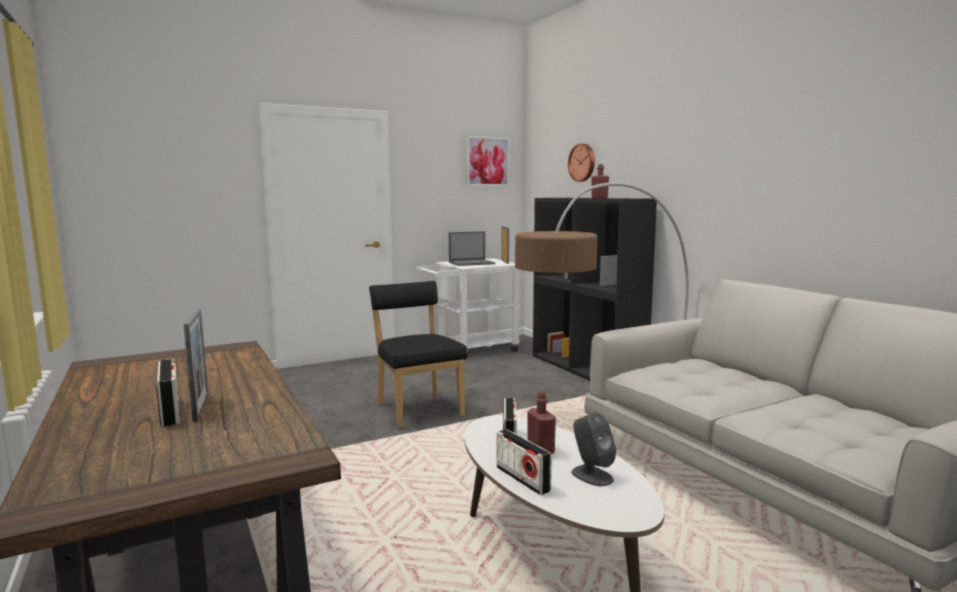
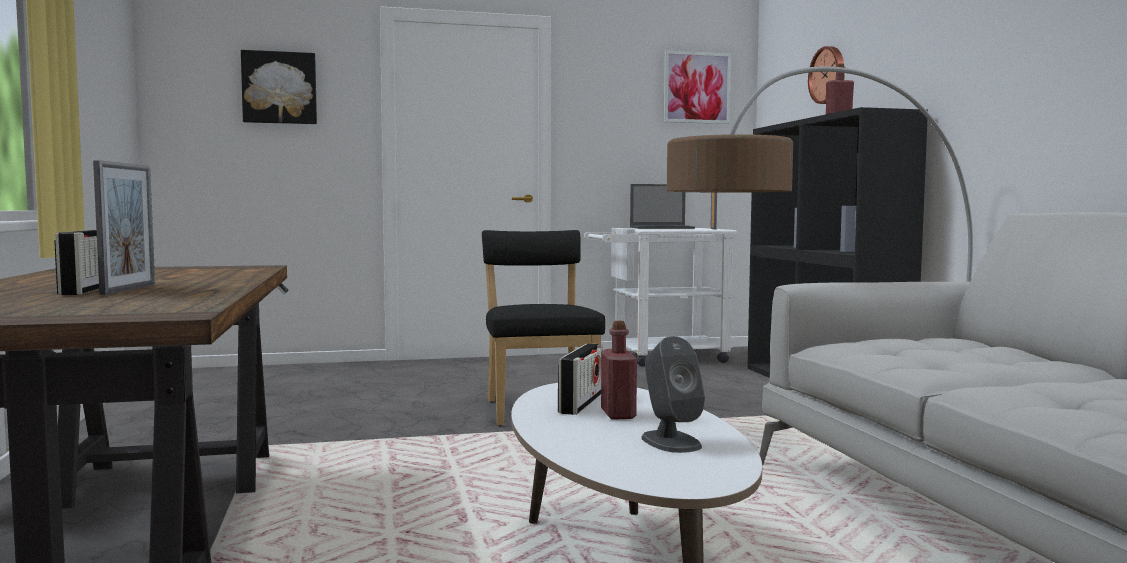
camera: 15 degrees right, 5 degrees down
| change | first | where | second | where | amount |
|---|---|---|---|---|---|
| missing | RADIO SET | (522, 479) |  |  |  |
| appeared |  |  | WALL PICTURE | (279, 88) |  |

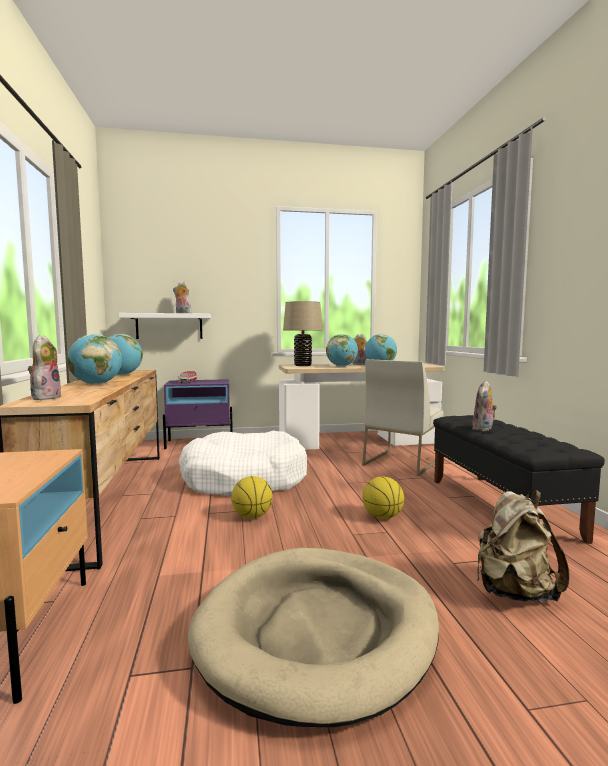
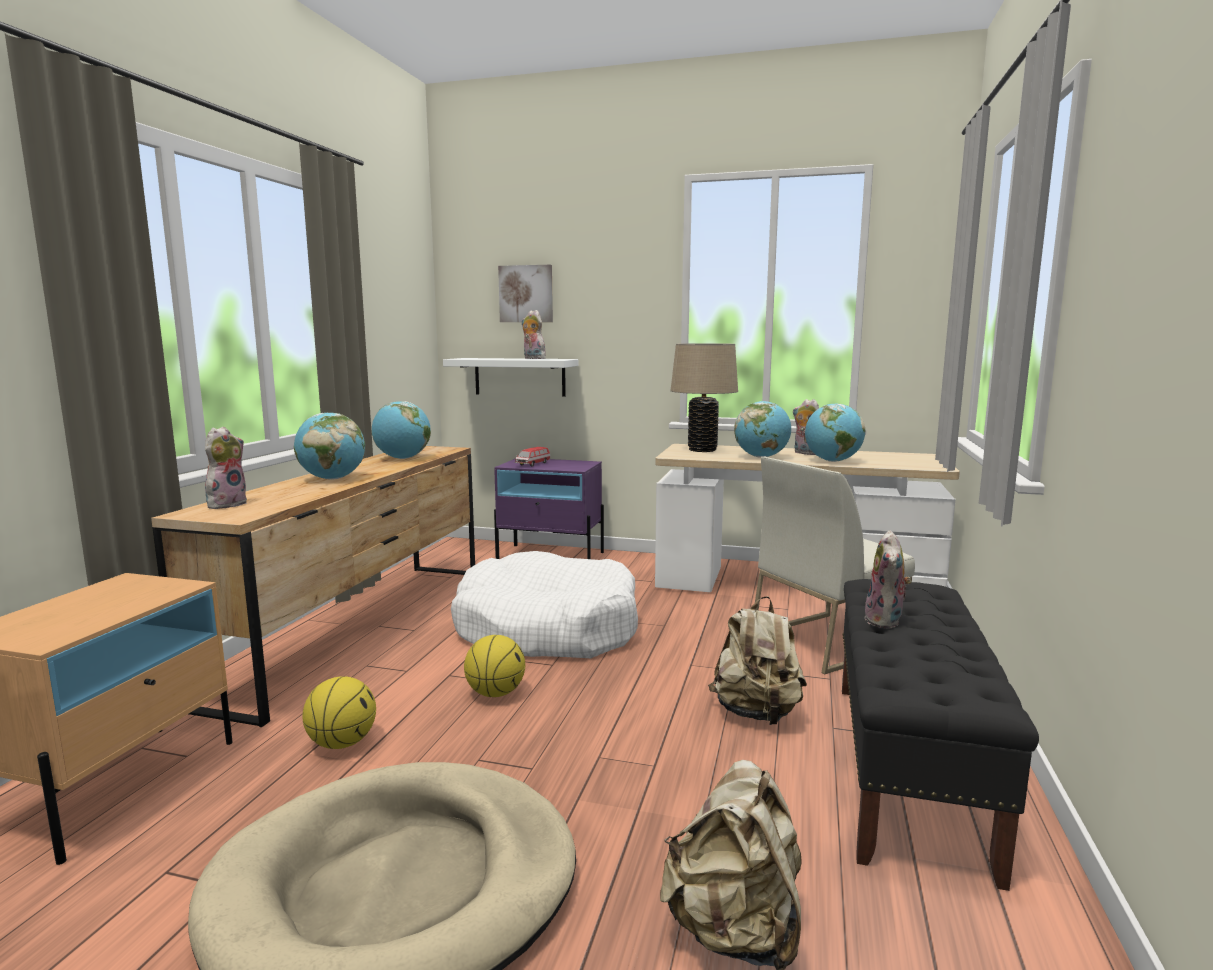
camera: 25 degrees right, 5 degrees up
| change | first | where | second | where | amount |
|---|---|---|---|---|---|
| relocated | BALL FOR BASKETBALL | (382, 517) |  | (342, 743) |  |
| spun | PLUSH TOY | (483, 429) |  | (886, 621) | 45 degrees counterclockwise |
| appeared |  |  | WALL PICTURE | (526, 294) |  |
| appeared |  |  | BEIGE-COLOURED RUCKSACK | (757, 713) |  |

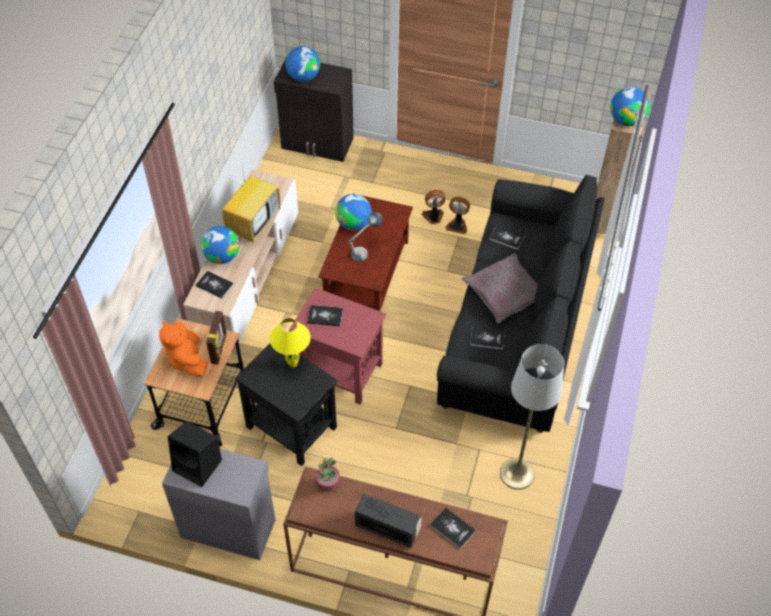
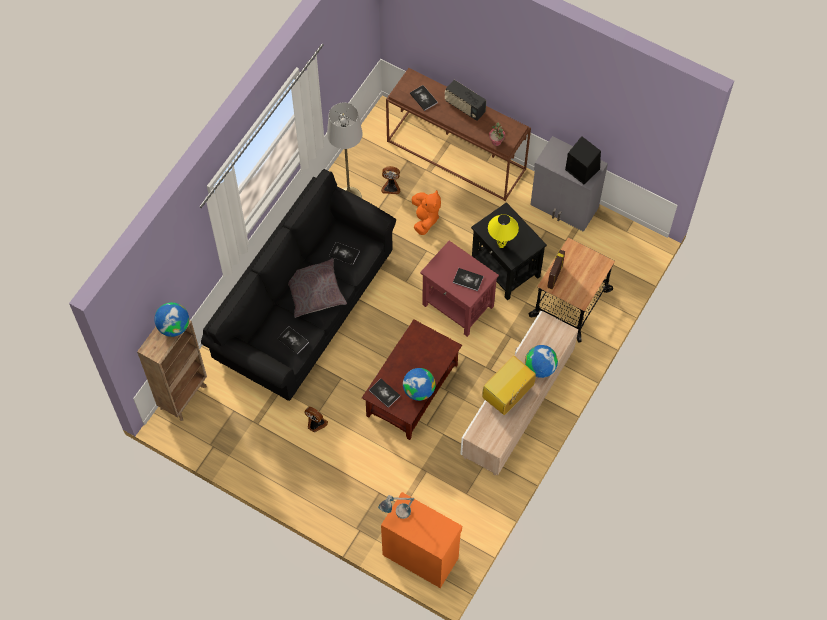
camera: 165 degrees left, 10 degrees up
| change | first | where | second | where | amount |
|---|---|---|---|---|---|
| relocated | ORANGE-COLOURED PLUSH TOY | (187, 359) |  | (425, 219) |  |
| relocated | BOOK | (214, 285) |  | (384, 393) |  |
| colour | BLACKISH CUPBOARD | (317, 144) | ORANGE-COLOURED CUPBOARD | (420, 555) |  |
| missing | DESK GLOBE | (303, 77) |  |  |  |
| relocated | LAMP FOR A TABLE | (365, 251) |  | (397, 514) |  |
| relocated | FAN | (433, 217) |  | (391, 186) |  |

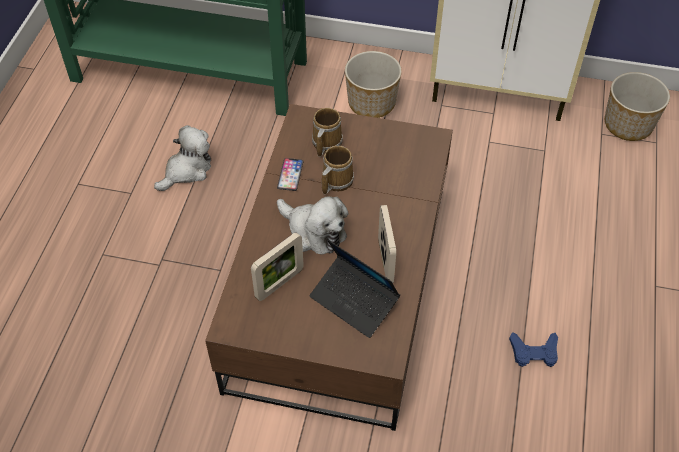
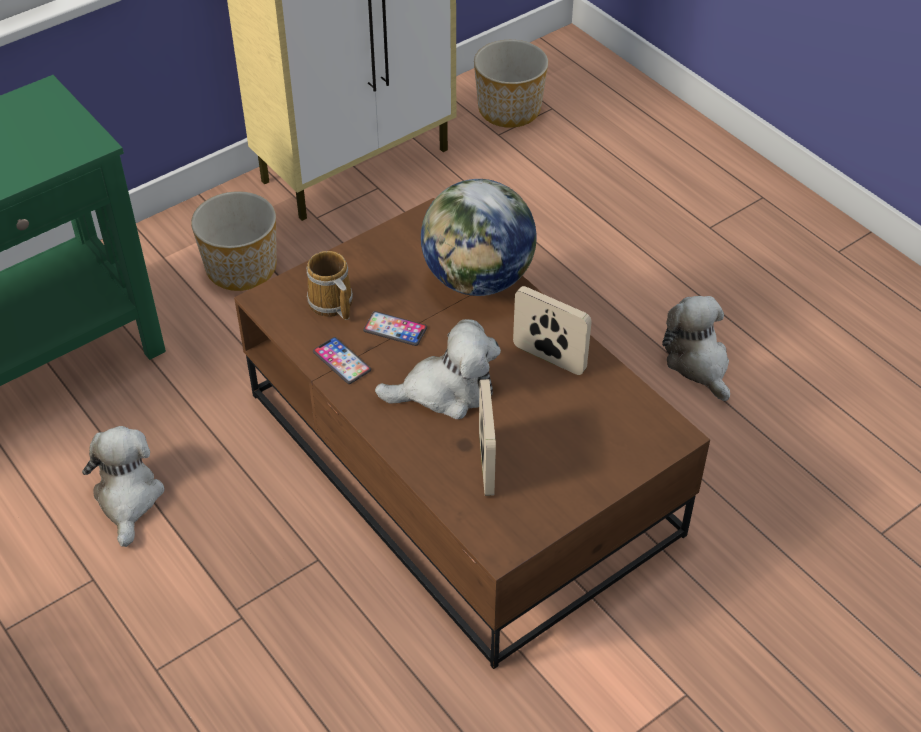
camera: 50 degrees left, 5 degrees down
| change | first | where | second | where | amount |
|---|---|---|---|---|---|
| missing | LAPTOP | (354, 301) |  |  |  |
| exchanged | TEA MUG | (335, 181) | TELEPHONE | (395, 329) |  |
| exchanged | BLUE-COLOURED JOYPAD | (534, 352) | PLUSH TOY | (698, 363) |  |
| appeared |  |  | DESK GLOBE | (478, 280) |  |

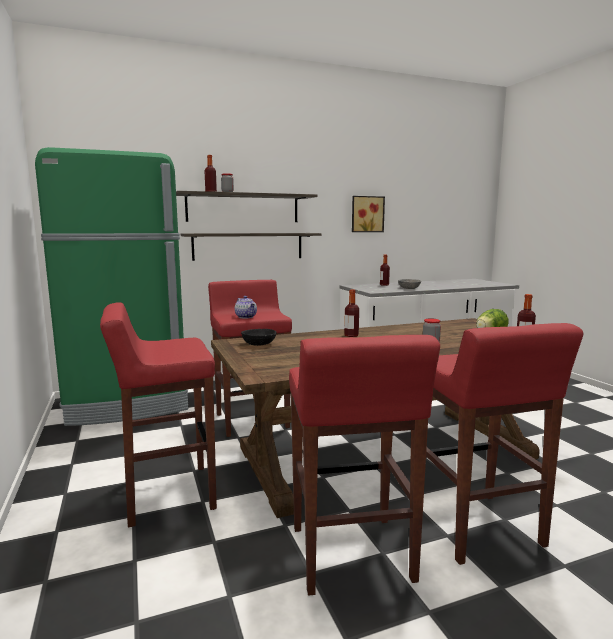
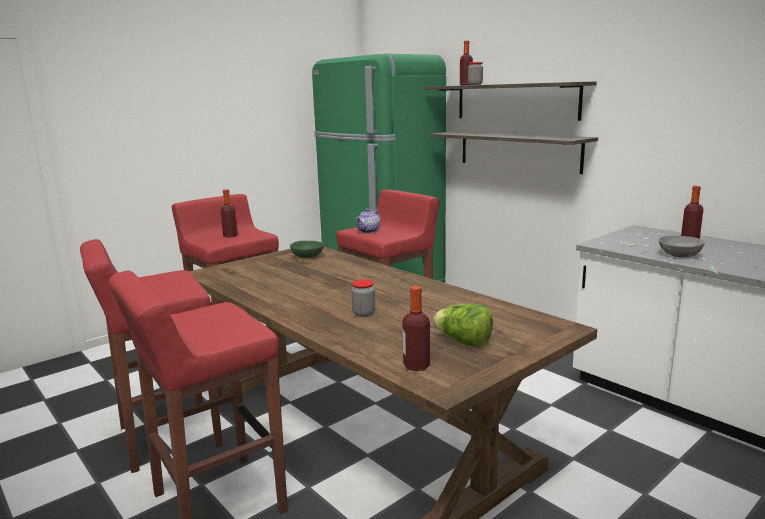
camera: 70 degrees right, 5 degrees up
| change | first | where | second | where | amount |
|---|---|---|---|---|---|
| colour | BLACKISH DEEP DISH | (259, 344) | GREEN-COLOURED DEEP DISH | (307, 256) |  |
| relocated | BEVERAGE BOTTLE | (351, 335) |  | (230, 236) |  |
| missing | WALL PICTURE | (367, 214) |  |  |  |

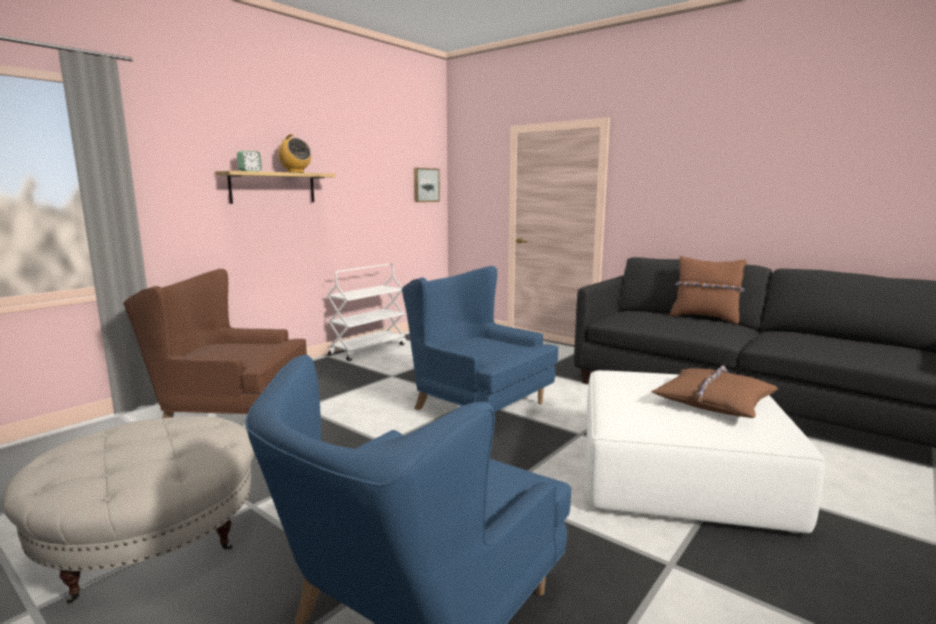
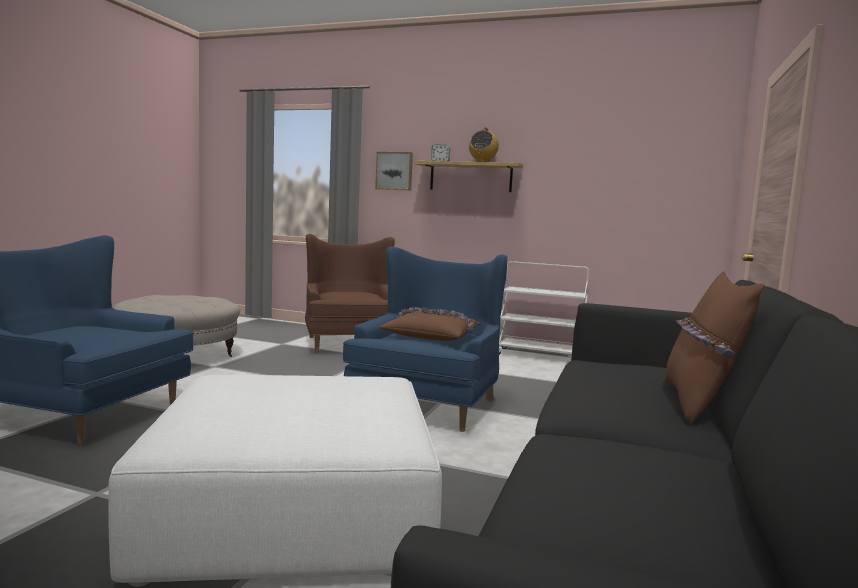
camera: 70 degrees right, 5 degrees down
| change | first | where | second | where | amount |
|---|---|---|---|---|---|
| relocated | WALL PICTURE | (425, 185) |  | (394, 171) |  |
| relocated | BROWN THROW PILLOW | (713, 402) |  | (432, 335) |  |

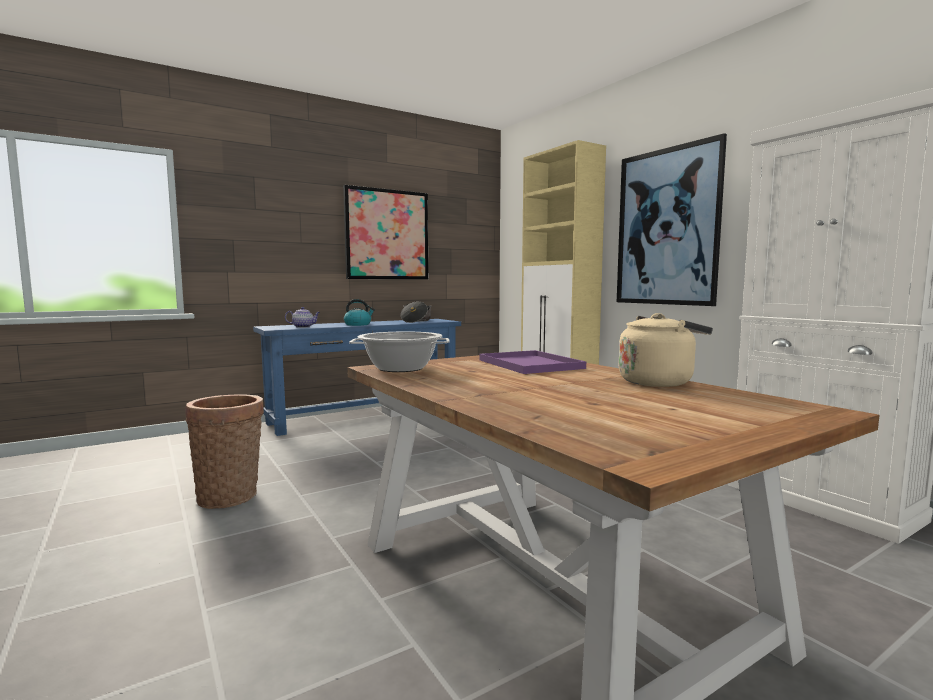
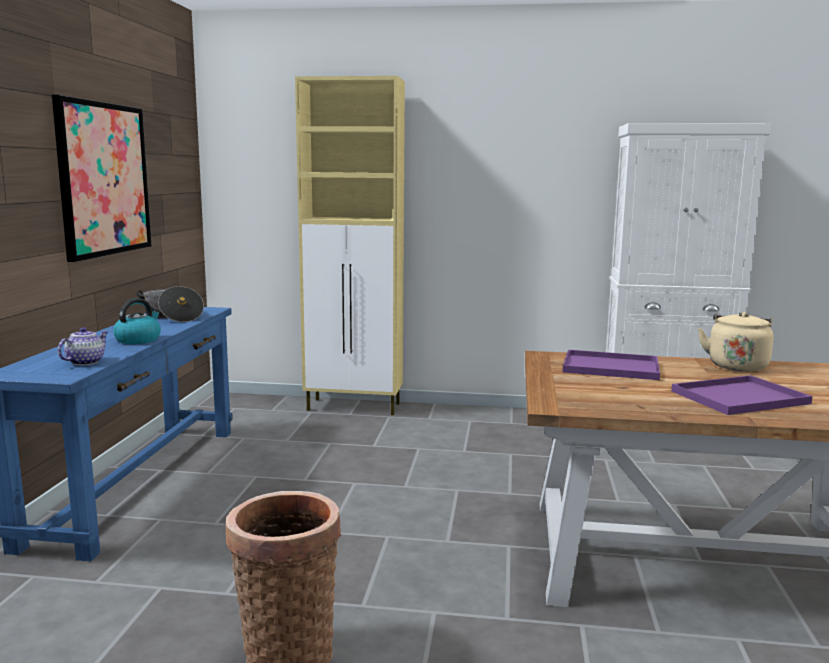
camera: 50 degrees left, 5 degrees up
| change | first | where | second | where | amount |
|---|---|---|---|---|---|
| missing | SAUCEPOT | (401, 368) |  |  |  |
| missing | WALL PICTURE | (667, 227) |  |  |  |
| appeared |  |  | PURPLE CARRYING TRAY | (738, 398) |  |

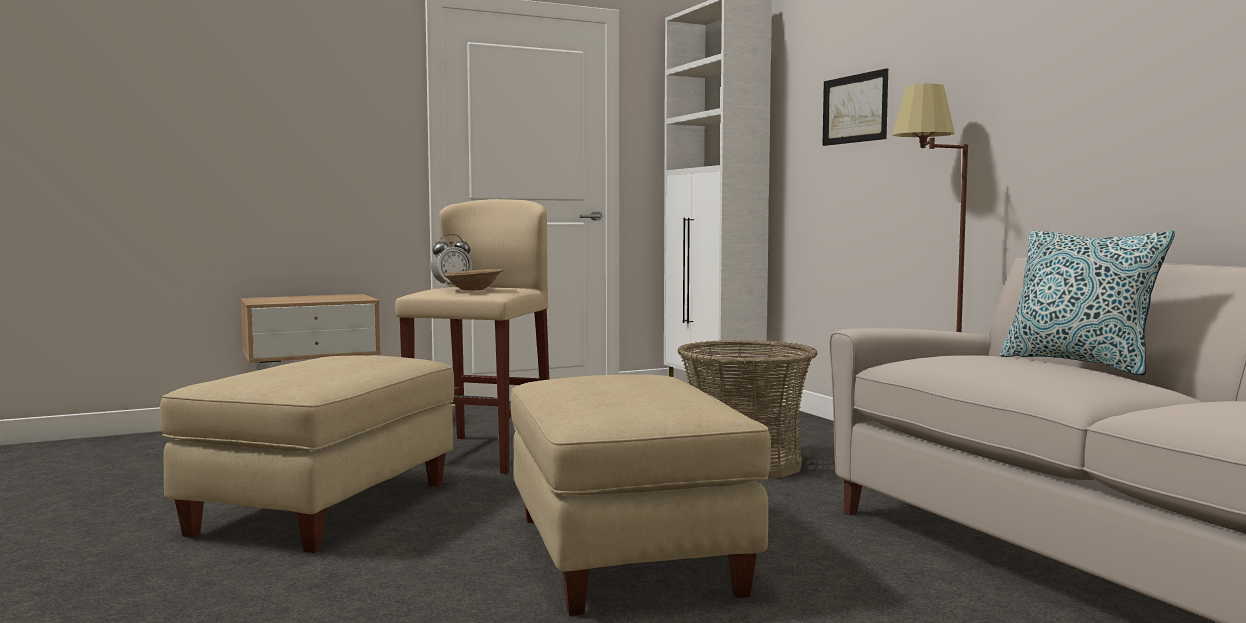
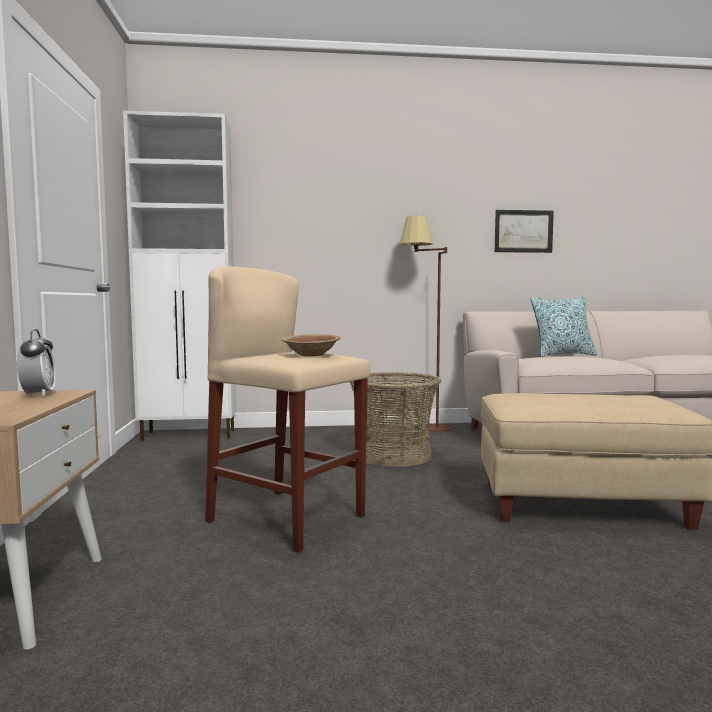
camera: 70 degrees left, 0 degrees up
| change | first | where | second | where | amount |
|---|---|---|---|---|---|
| missing | BEIGE-COLOURED POUFFE | (322, 507) |  |  |  |
| relocated | TABLE CLOCK | (451, 286) |  | (38, 395) |  |
| relocated | WALL PICTURE | (855, 109) |  | (523, 231) |  |

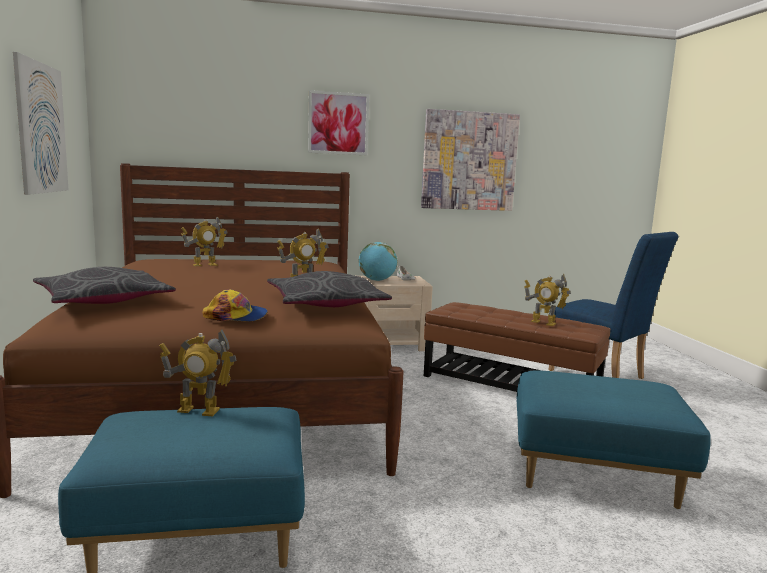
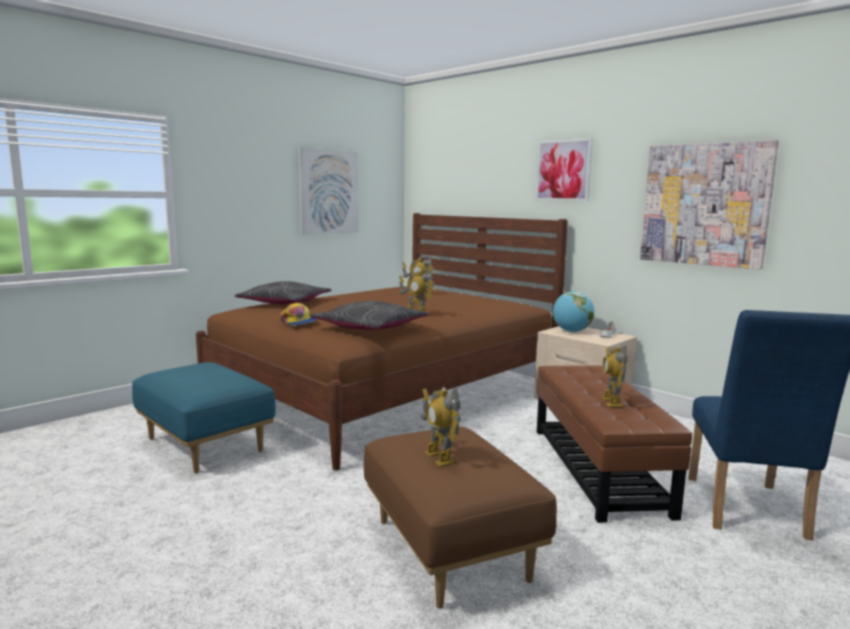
camera: 55 degrees right, 0 degrees up
| change | first | where | second | where | amount |
|---|---|---|---|---|---|
| relocated | MODEL ROBOT | (198, 410) |  | (439, 458) |  |
| colour | BLUE-COLOURED POUFFE | (594, 476) | BROWN POUFFE | (448, 550) |  |

